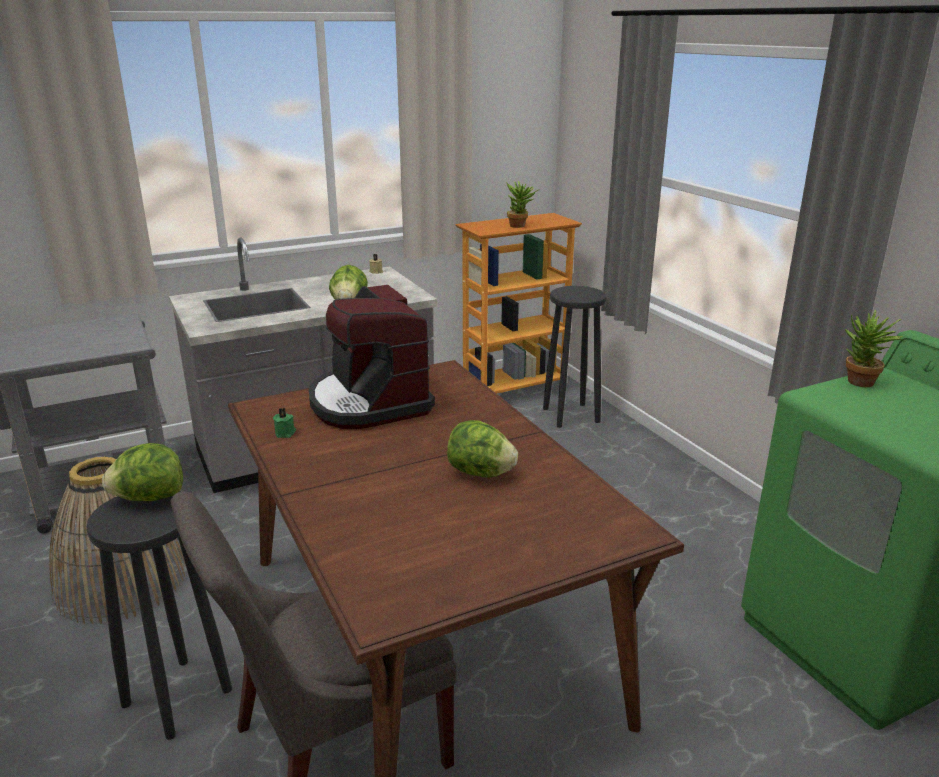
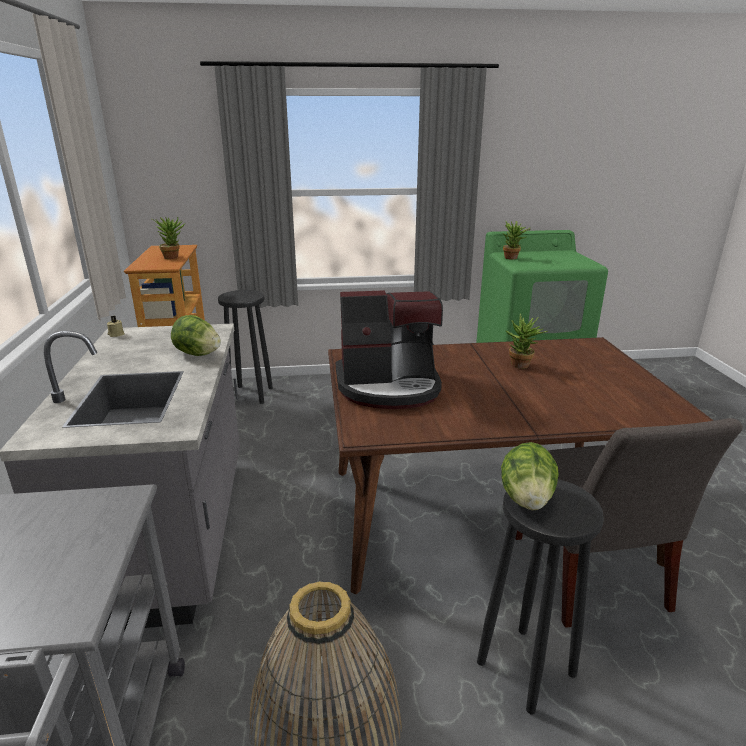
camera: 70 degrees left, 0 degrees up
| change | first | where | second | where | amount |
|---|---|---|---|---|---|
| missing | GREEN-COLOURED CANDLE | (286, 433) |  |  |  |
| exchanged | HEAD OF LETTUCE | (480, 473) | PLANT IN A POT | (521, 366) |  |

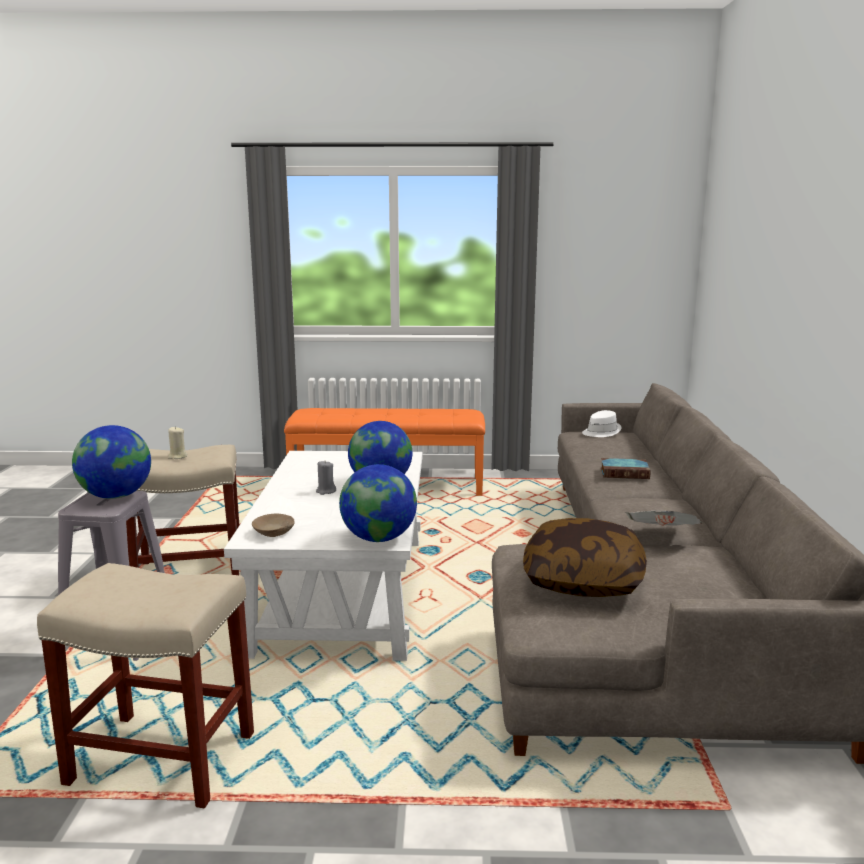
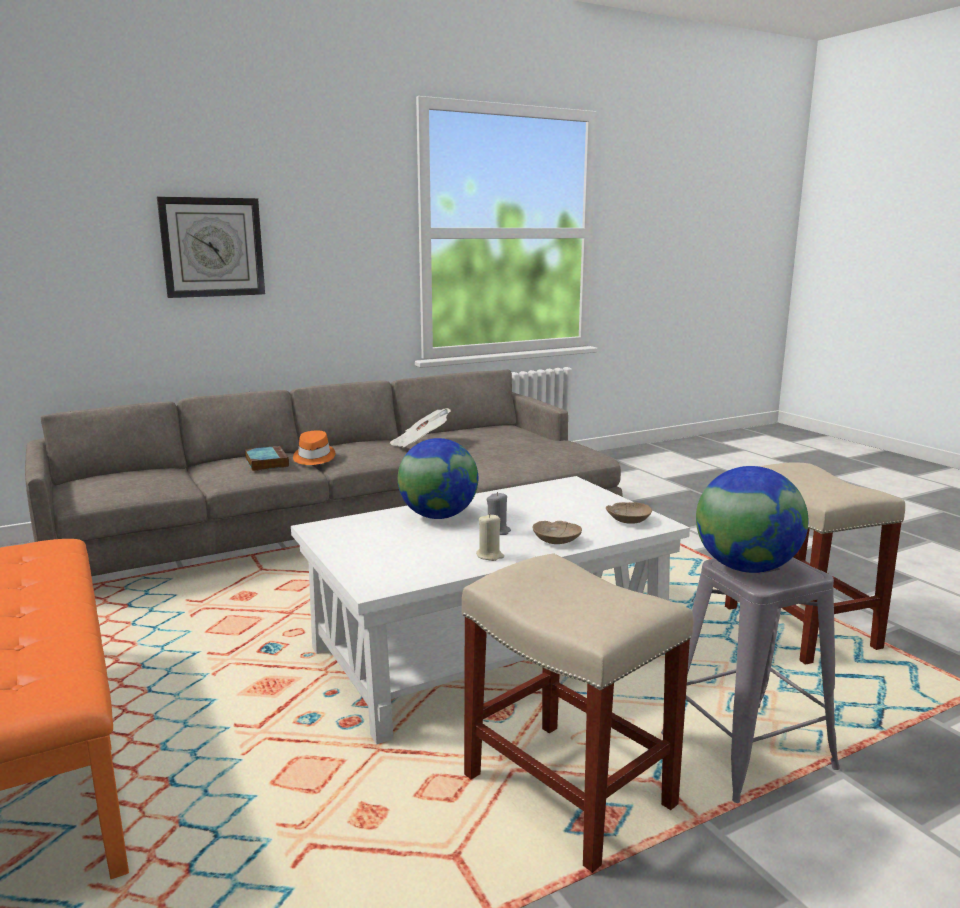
camera: 120 degrees left, 0 degrees up
| change | first | where | second | where | amount |
|---|---|---|---|---|---|
| relocated | BEIGE-COLOURED CANDLE | (177, 456) |  | (490, 556) |  |
| missing | DESK GLOBE | (378, 538) |  |  |  |
| missing | THROW PILLOW | (583, 579) |  |  |  |
| missing | WHITISH HAT | (600, 432) |  |  |  |
| appeared |  |  | HANGING CLOCK | (212, 247) |  |
| appeared |  |  | ORANGE-COLOURED HAT | (313, 458) |  |
| appeared |  |  | BEIGE-COLOURED DEEP DISH | (556, 540) |  |

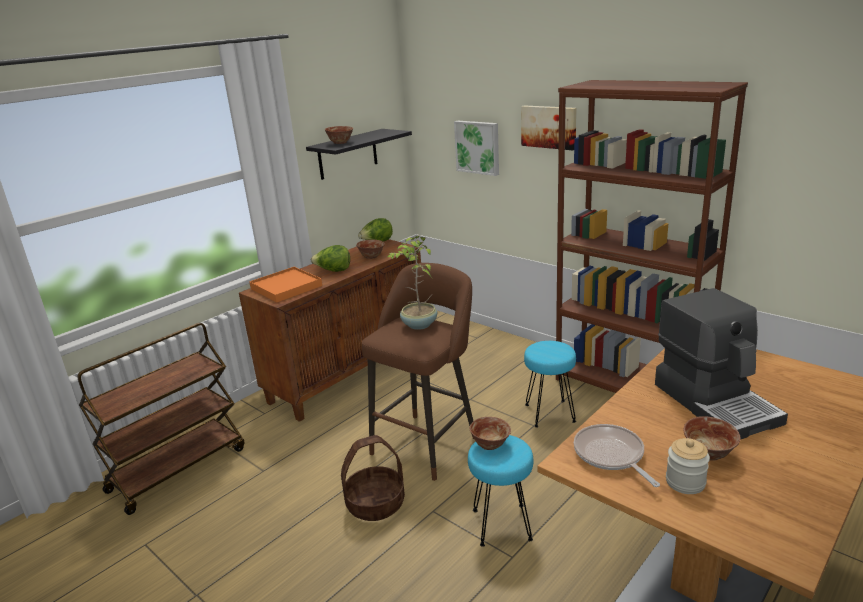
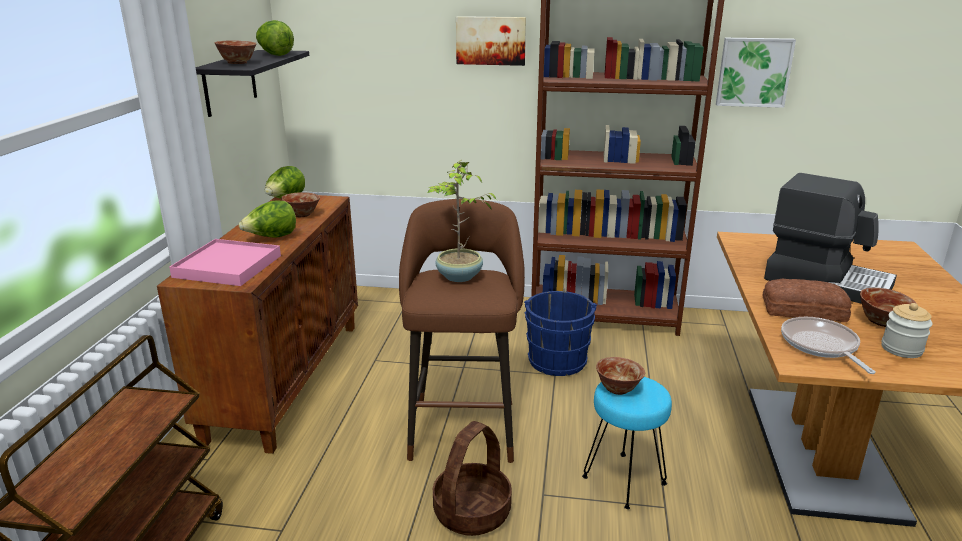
camera: 35 degrees left, 0 degrees up
| change | first | where | second | where | amount |
|---|---|---|---|---|---|
| colour | ORANGE-COLOURED CARRYING TRAY | (286, 287) | PINK-COLOURED CARRYING TRAY | (228, 266) |  |
| relocated | WALL PICTURE | (478, 147) |  | (753, 72) |  |
| exchanged | BLUE-GREEN STOOL | (549, 413) | BLUE-COLOURED PAIL | (557, 359) |  |
| spun | PAN | (611, 455) |  | (821, 346) | 45 degrees clockwise |
| appeared |  |  | HEAD OF LETTUCE | (275, 55) |  |
| appeared |  |  | BREAD | (802, 309) |  |

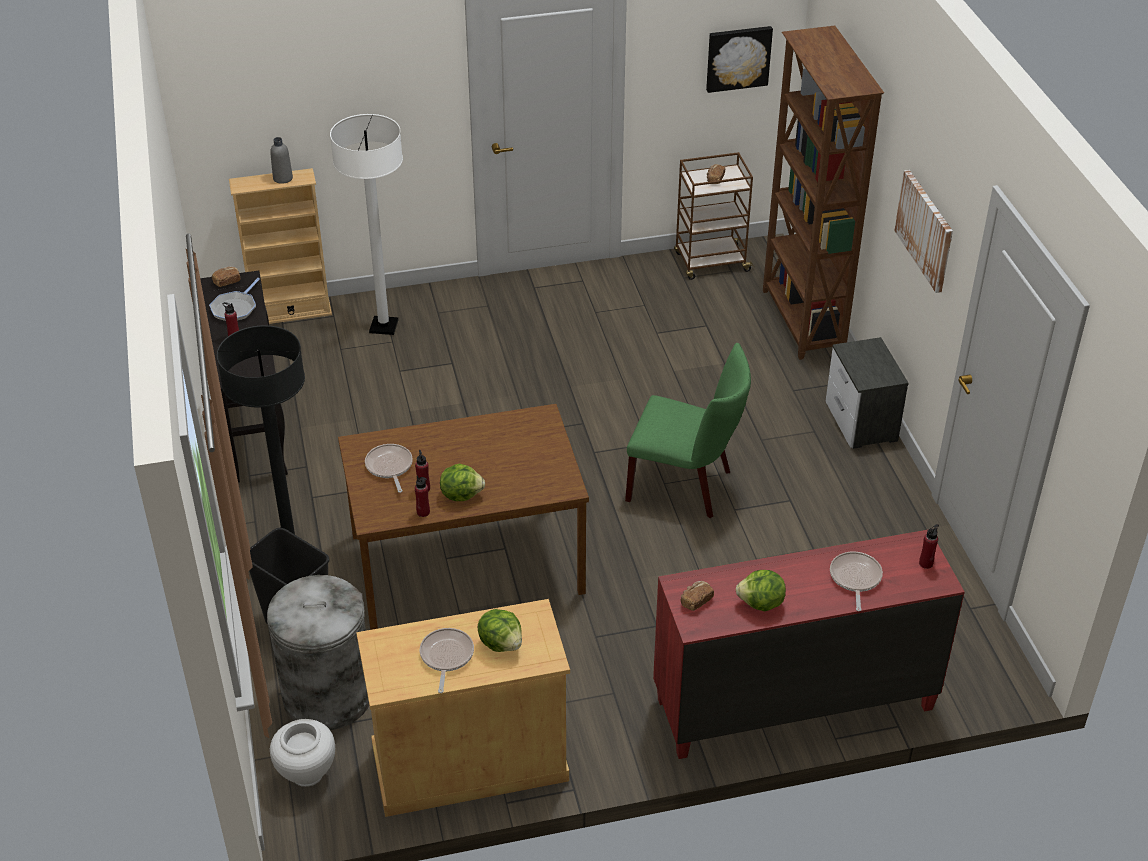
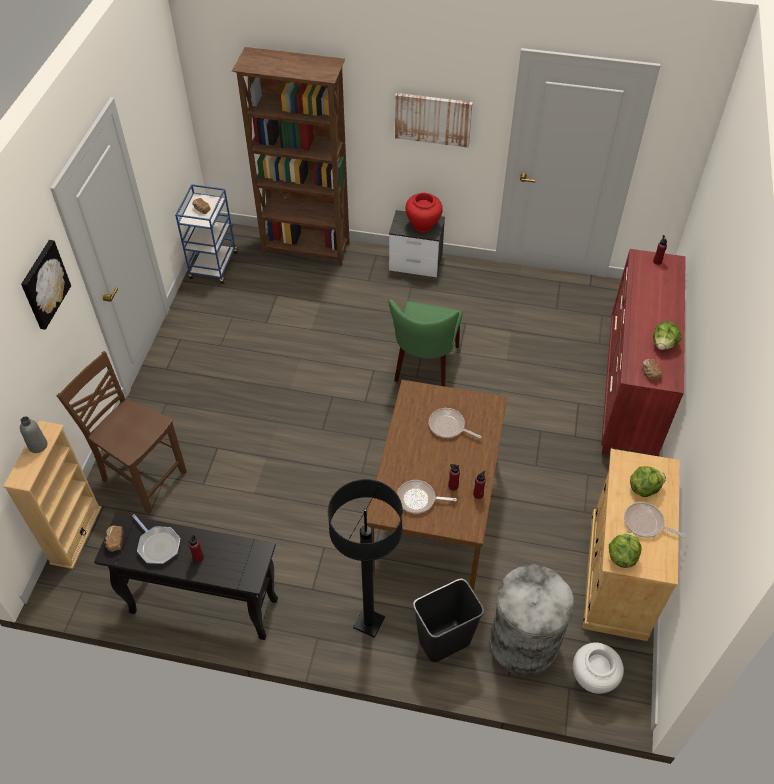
camera: 65 degrees left, 10 degrees up
| change | first | where | second | where | amount |
|---|---|---|---|---|---|
| exchanged | WHITISH STANDARD LAMP | (384, 326) | BROWN CHAIR | (142, 476) |  |
| relocated | HEAD OF LETTUCE | (461, 494) |  | (622, 556) |  |
| spun | GREEN-COLOURED CHAIR | (686, 486) |  | (424, 367) | 150 degrees clockwise |
| colour | BROWN CART | (710, 263) | BLUE-COLOURED CART | (214, 266) |  |
| relocated | WALL PICTURE | (738, 58) |  | (44, 284) |  |
| relocated | PAN | (855, 578) |  | (448, 426) |  |
| appeared |  |  | REDDISH DECORATIVE VASE | (423, 226) |  |

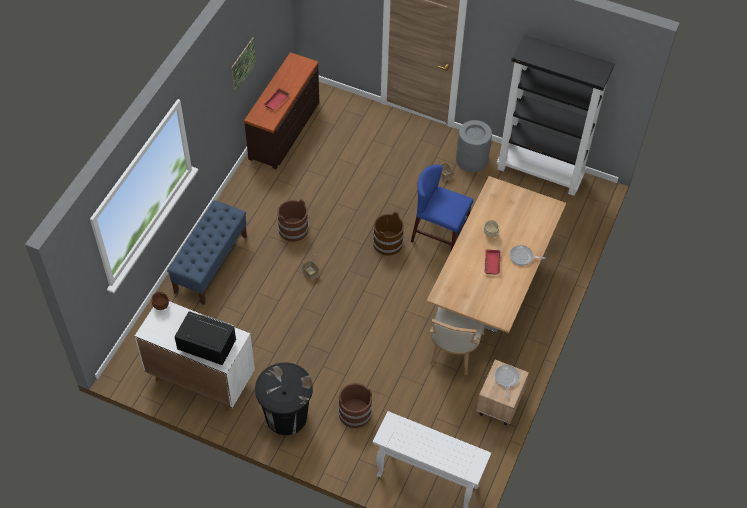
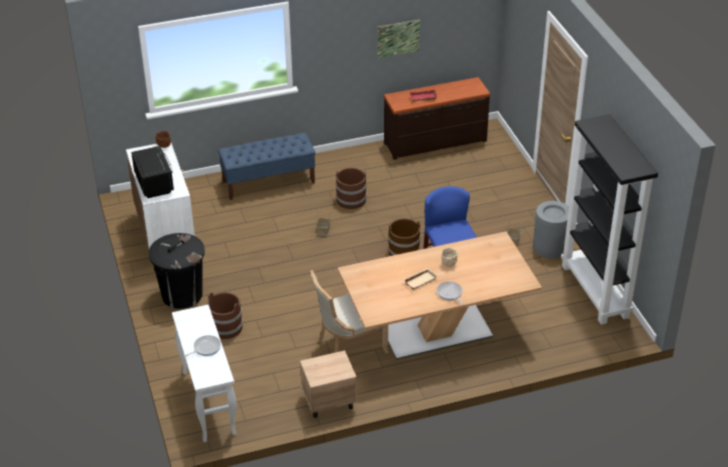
camera: 50 degrees right, 15 degrees down
| change | first | where | second | where | amount |
|---|---|---|---|---|---|
| colour | REDDISH CARRYING TRAY | (491, 263) | BEIGE-COLOURED CARRYING TRAY | (420, 280) |  |
| relocated | PAN | (506, 379) |  | (205, 348) |  |

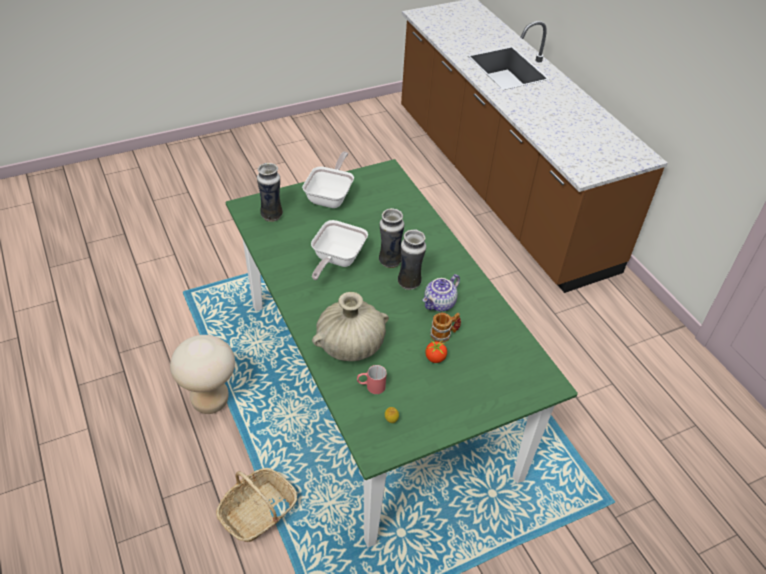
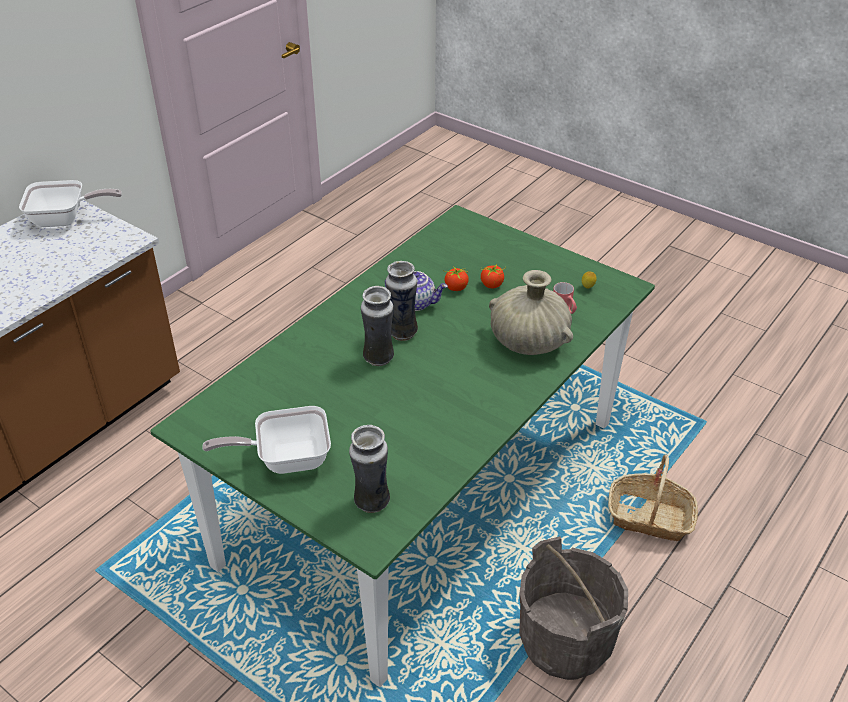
camera: 115 degrees left, 5 degrees down
| change | first | where | second | where | amount |
|---|---|---|---|---|---|
| exchanged | BEIGE-COLOURED STOOL | (210, 401) | GRAY PAIL | (565, 641) |  |
| relocated | PAN | (336, 260) |  | (65, 219) |  |
| exchanged | TEA MUG | (444, 334) | WHOLE TOMATO | (456, 288) |  |

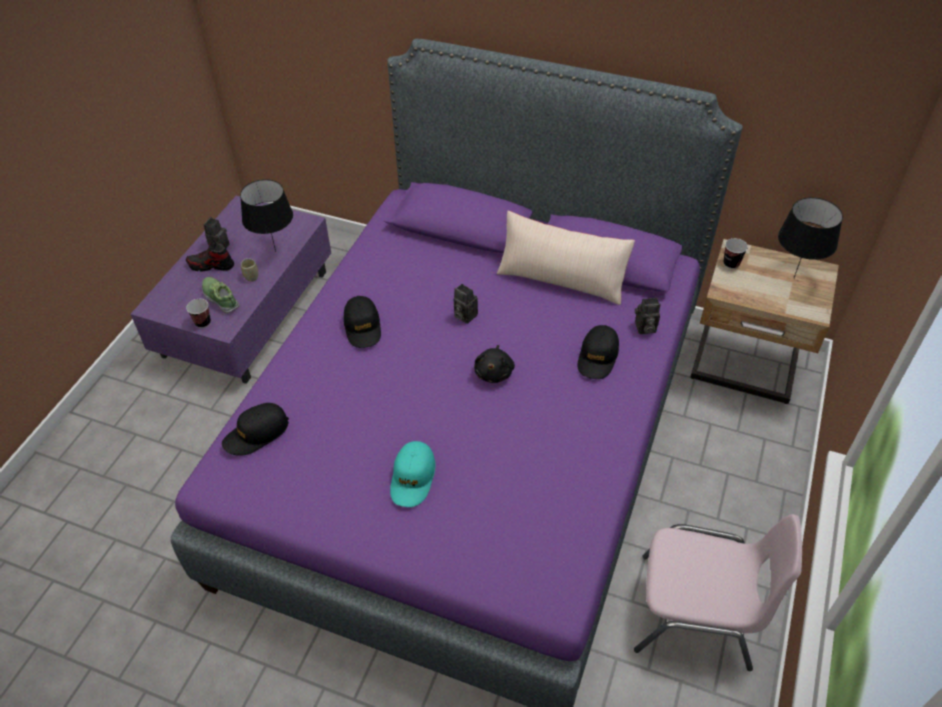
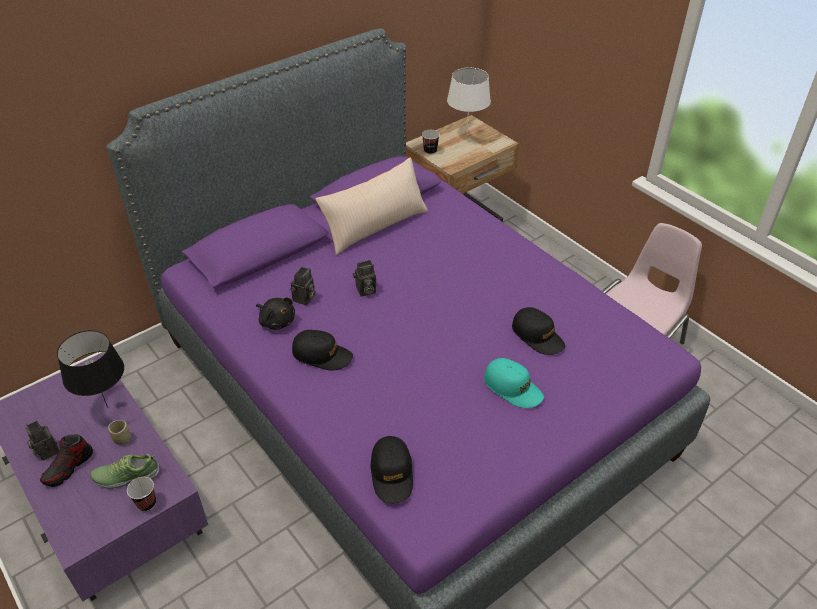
camera: 60 degrees left, 5 degrees down
| change | first | where | second | where | amount |
|---|---|---|---|---|---|
| relocated | BLACKISH PLUSH TOY | (494, 372) |  | (276, 321) |  |
| relocated | BLACKISH CAP | (598, 357) |  | (538, 336) |  |
| relocated | PHOTO CAMERA | (644, 328) |  | (304, 299) |  |
| colour | BLACKISH LAMP FOR A TABLE | (794, 277) | WHITISH LAMP FOR A TABLE | (466, 135) |  |

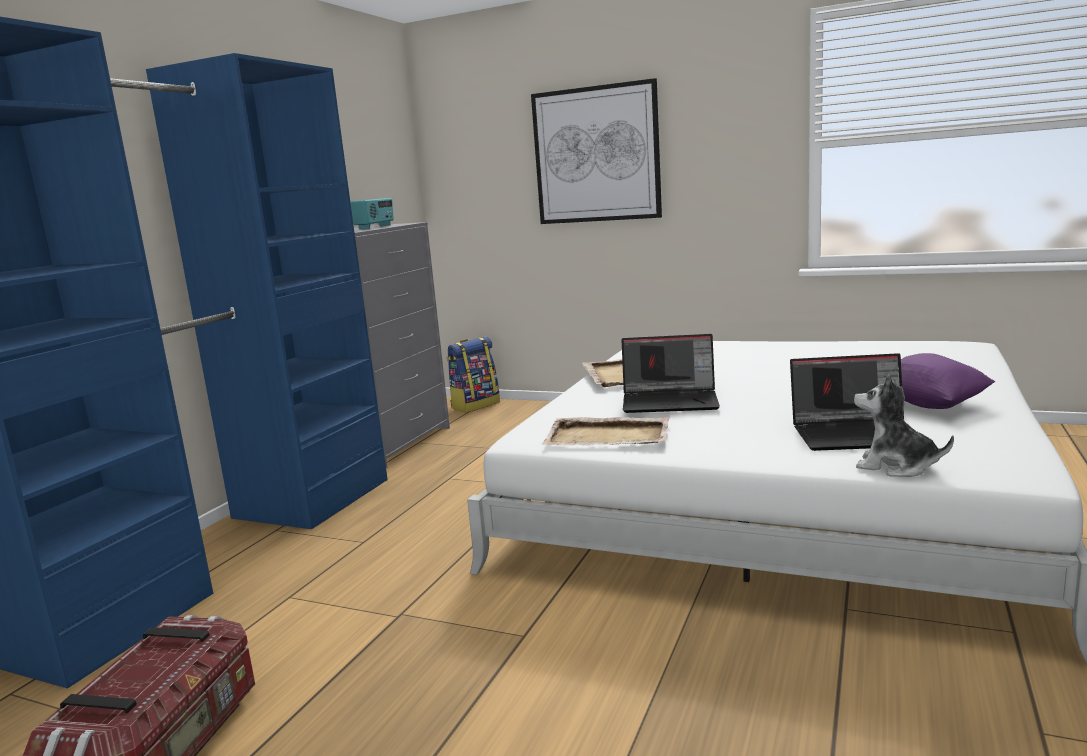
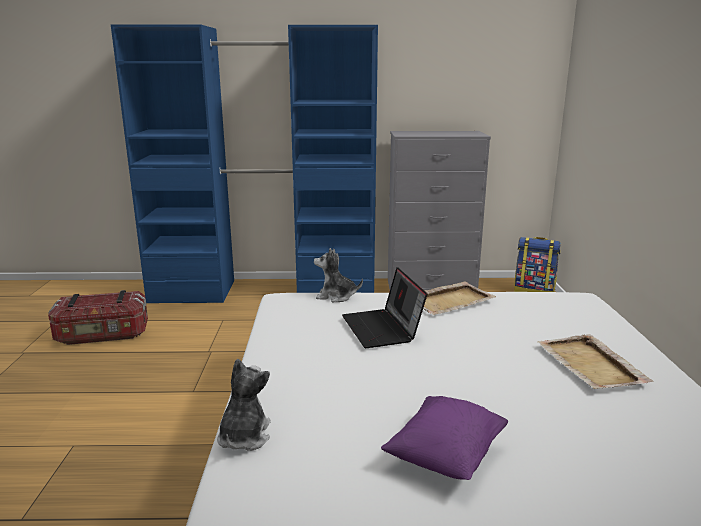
camera: 65 degrees right, 5 degrees up
| change | first | where | second | where | amount |
|---|---|---|---|---|---|
| missing | RADIO SET | (375, 227) |  |  |  |
| missing | WALL PICTURE | (596, 155) |  |  |  |
| relocated | BEIGE-COLOURED CARRYING TRAY | (609, 436) |  | (591, 365) |  |
| missing | LAPTOP | (856, 434) |  |  |  |
| appeared |  |  | PLUSH TOY | (336, 296) |  |

